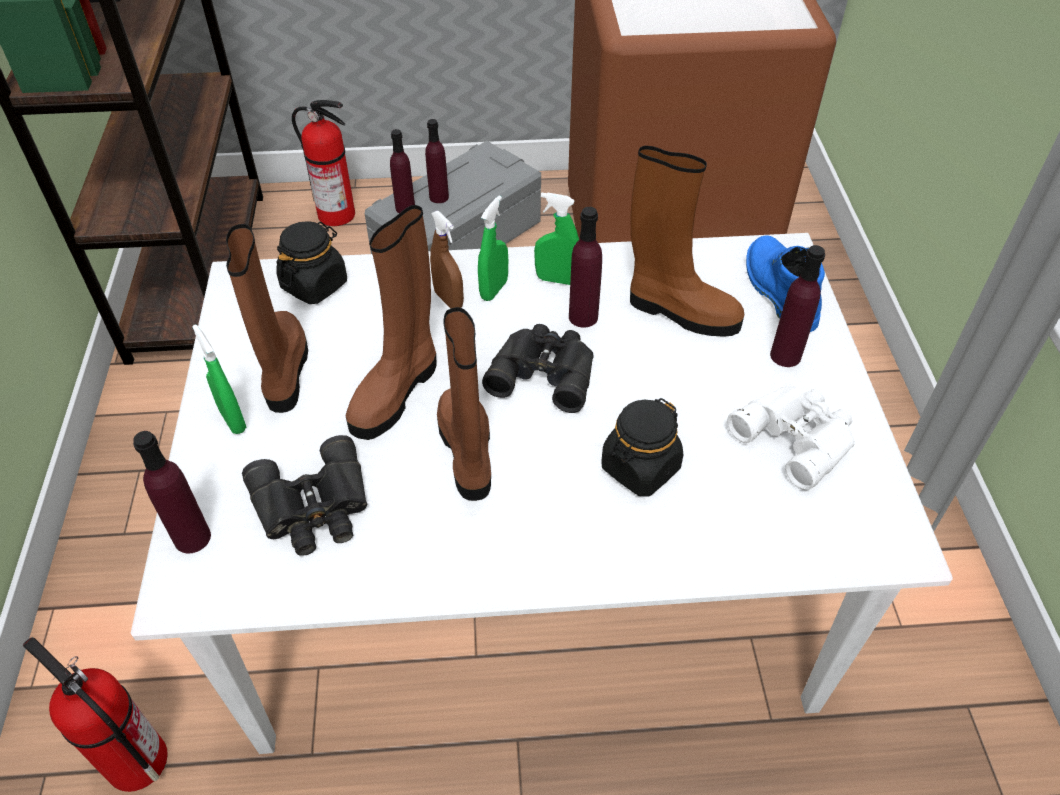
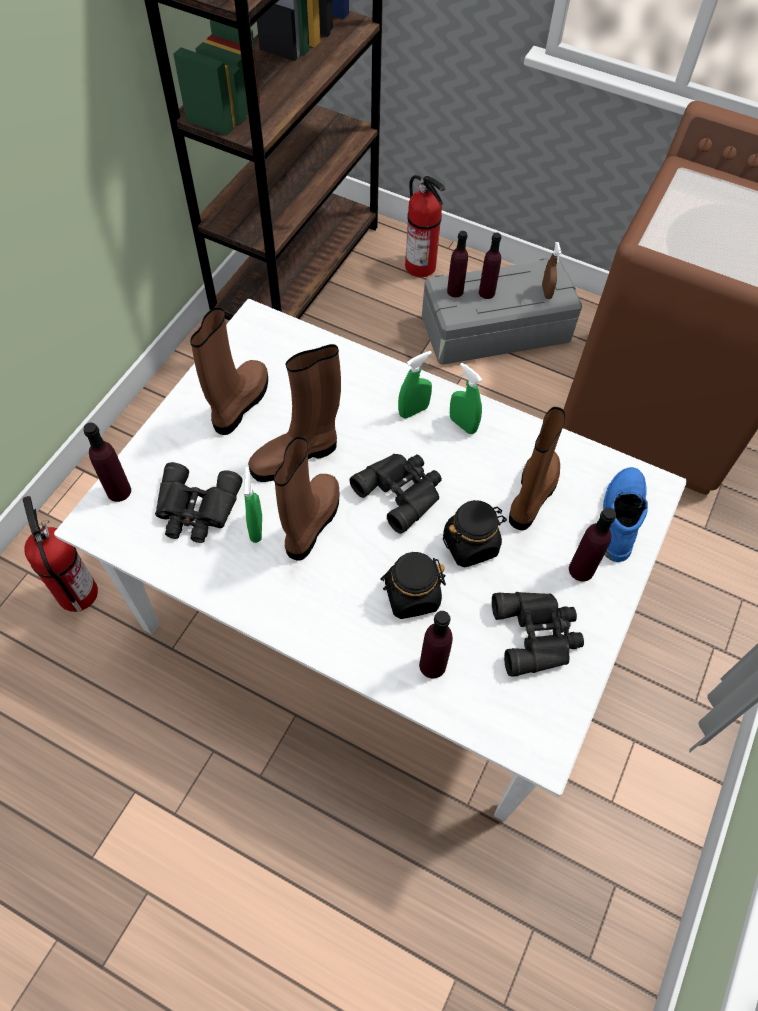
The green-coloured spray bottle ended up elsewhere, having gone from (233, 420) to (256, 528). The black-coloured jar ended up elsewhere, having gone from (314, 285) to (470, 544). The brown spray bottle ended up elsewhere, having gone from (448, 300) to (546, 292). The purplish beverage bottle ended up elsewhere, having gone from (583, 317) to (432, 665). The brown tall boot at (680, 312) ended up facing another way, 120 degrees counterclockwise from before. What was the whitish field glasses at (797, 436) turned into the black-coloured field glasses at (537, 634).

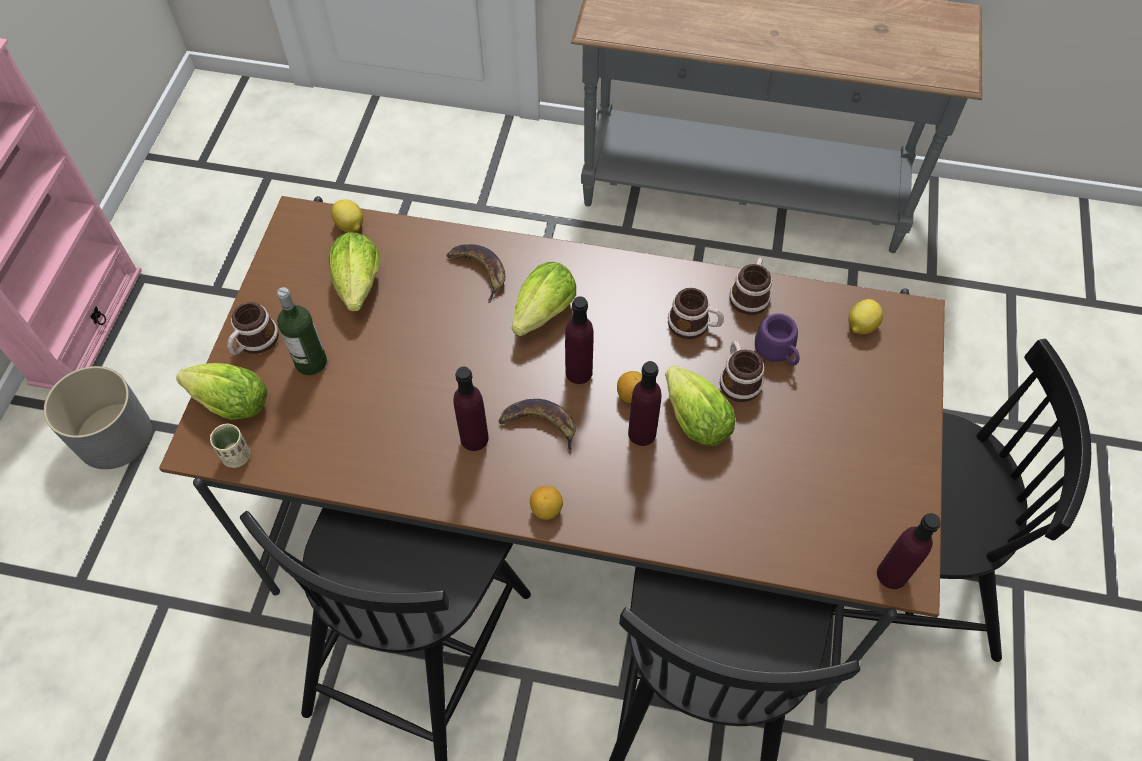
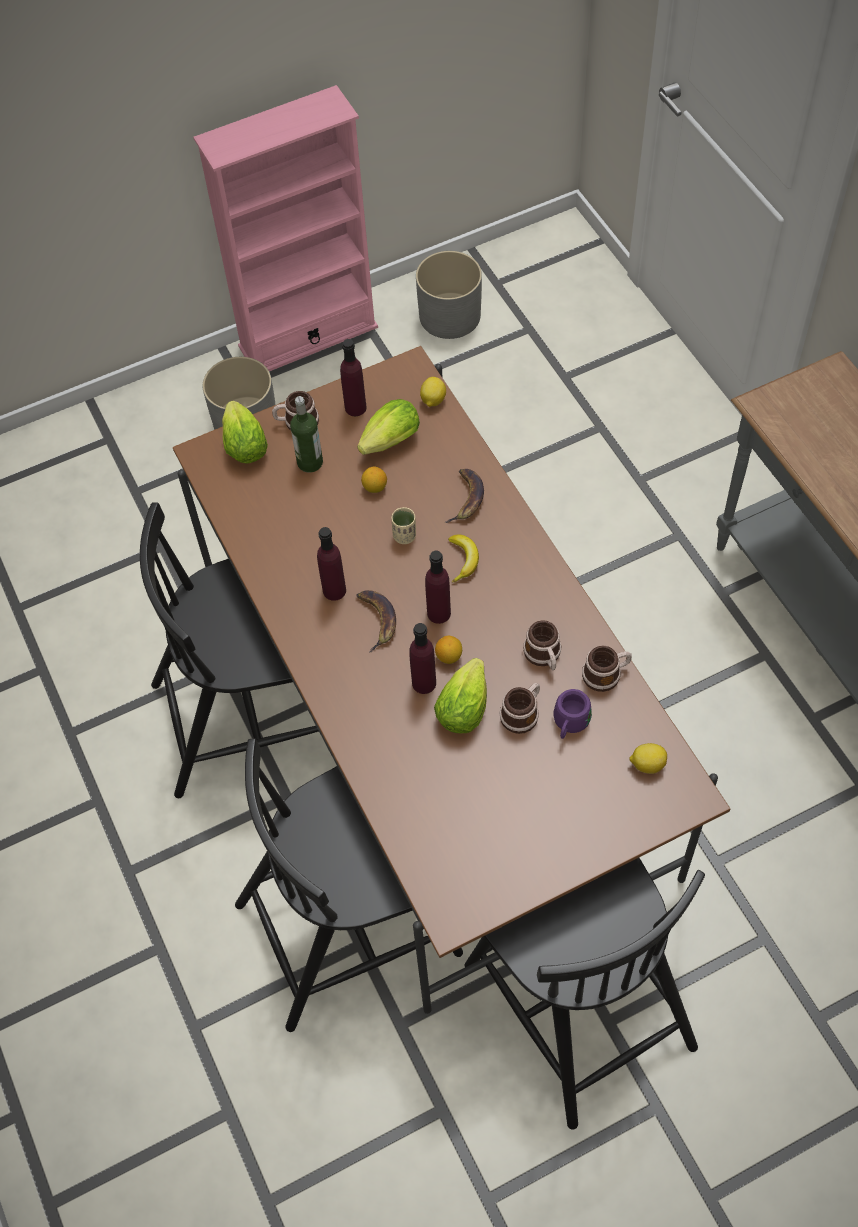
The beige cup ended up elsewhere, having gone from (236, 456) to (404, 536). Where the lettuce stood at (541, 316), the banana came to stand at (463, 560). The lemon ended up elsewhere, having gone from (546, 509) to (375, 487). The purplish beverage bottle ended up elsewhere, having gone from (892, 574) to (355, 407). The second view gained the grey plant pot at (450, 315).

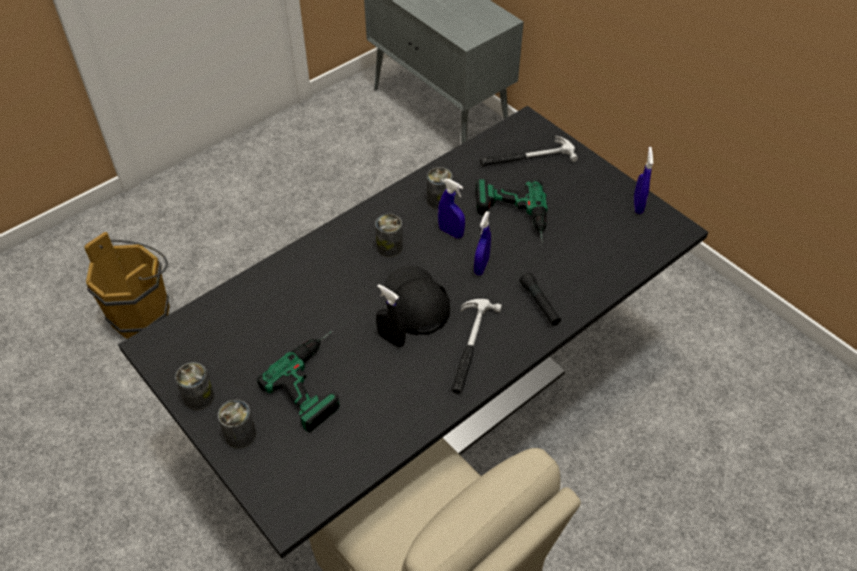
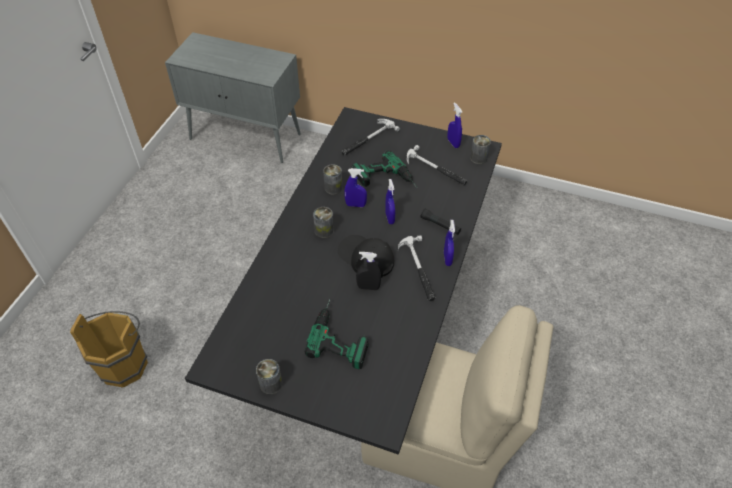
The metal can ended up elsewhere, having gone from (240, 434) to (478, 158). The second view gained the hand hammer at (435, 169). The second view gained the blue spray bottle at (447, 259).

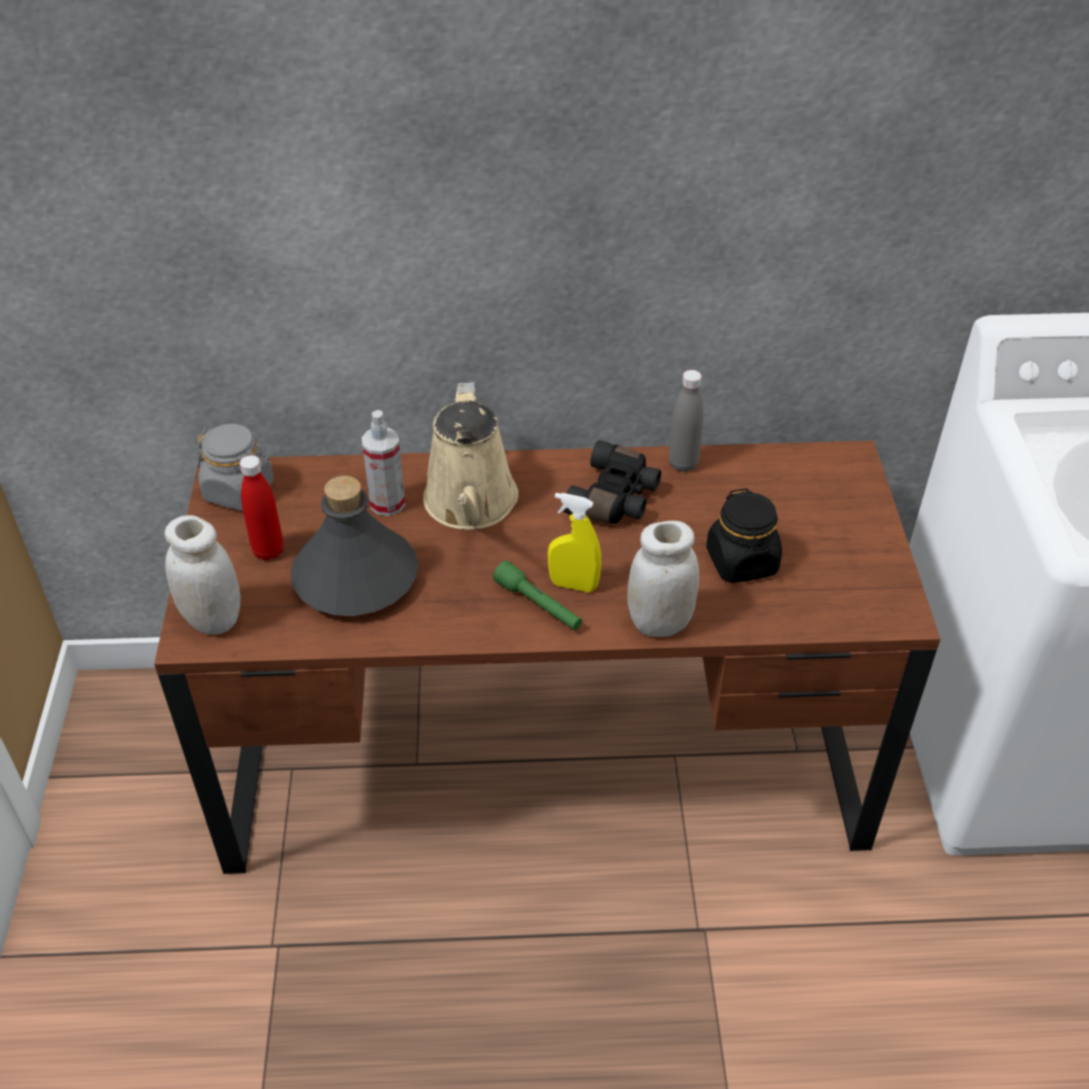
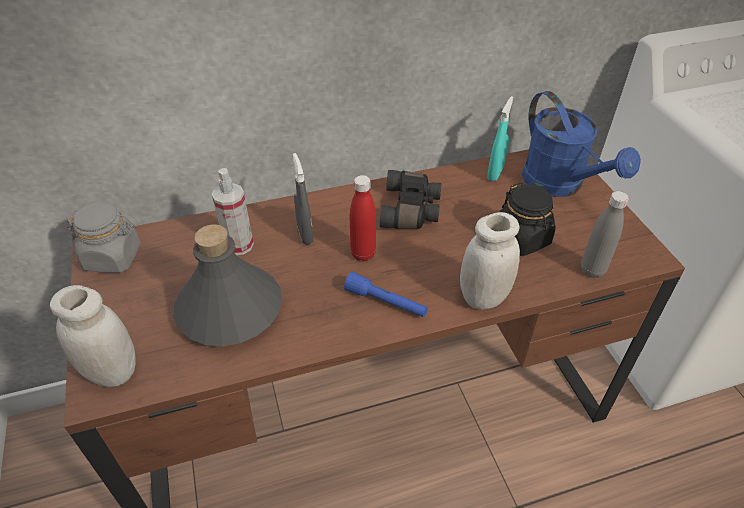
The red beverage bottle ended up elsewhere, having gone from (268, 551) to (363, 254). Where the beige watering can stood at (471, 505), the grey spray bottle came to stand at (305, 234). What was the green-coloured flashlight at (538, 605) turned into the blue flashlight at (386, 302). The second view lost the yellowish spray bottle at (573, 585). The grey beverage bottle ended up elsewhere, having gone from (683, 464) to (592, 270). The second view gained the turquoise-coloured spray bottle at (495, 173). The second view gained the blue watering can at (560, 185).

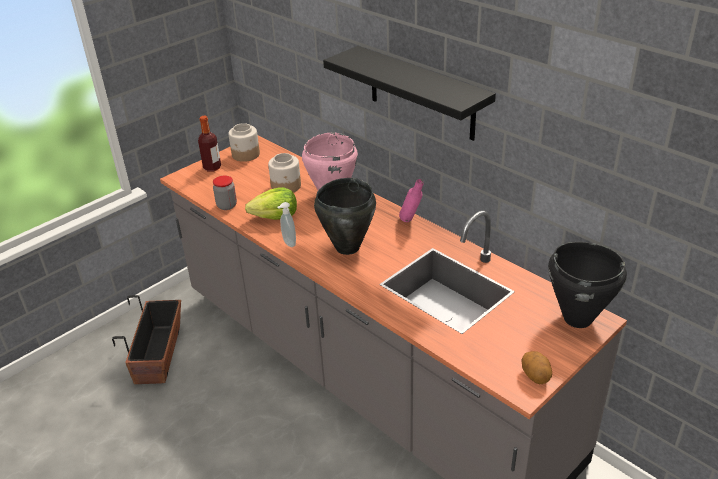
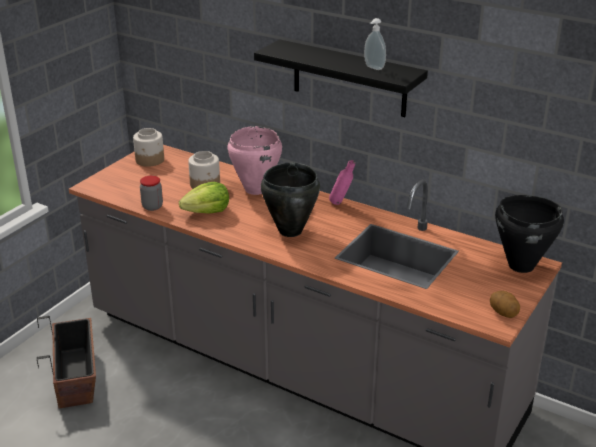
The second view lost the beverage bottle at (212, 168). The liquid soap bottle ended up elsewhere, having gone from (288, 243) to (373, 68).

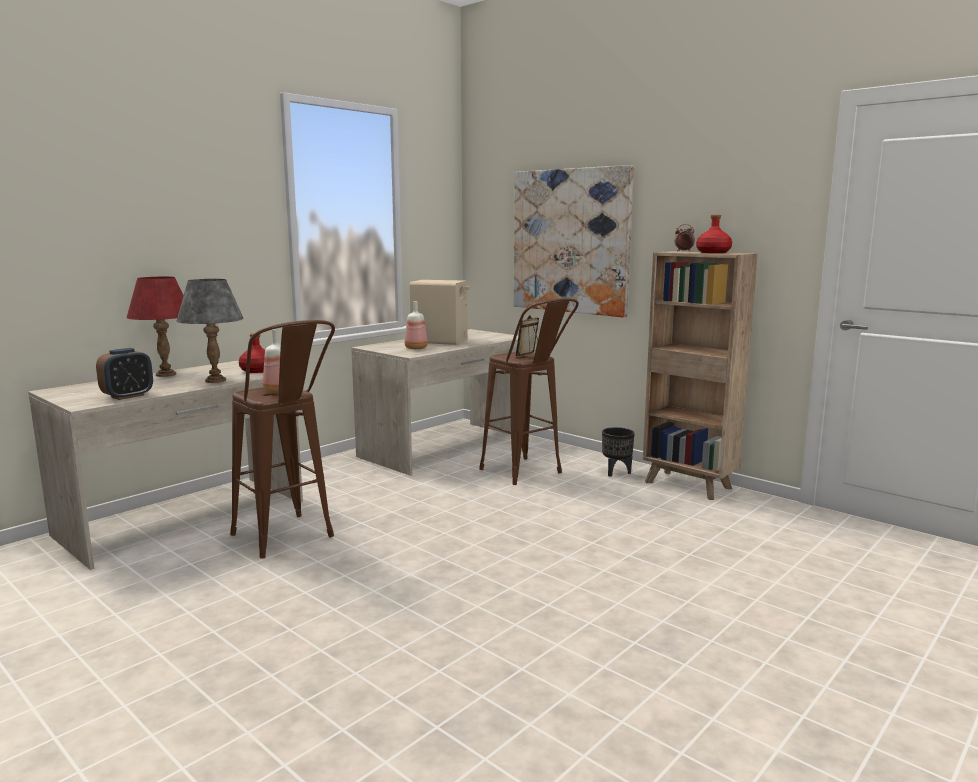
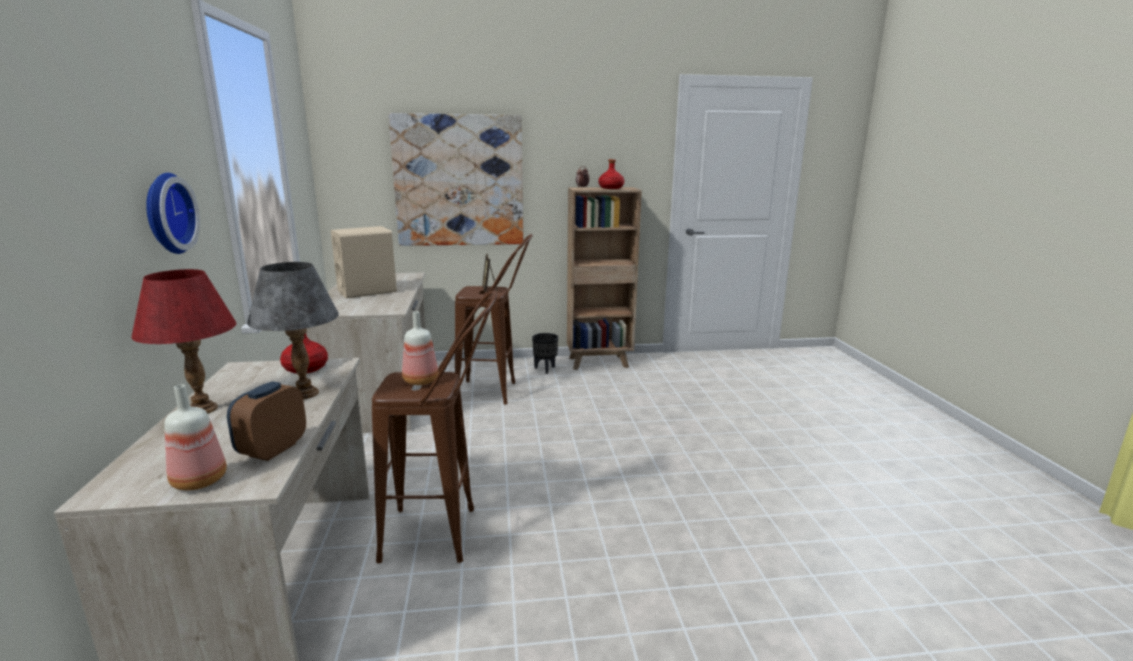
The alarm clock at (128, 396) ended up facing another way, 150 degrees counterclockwise from before. The beverage bottle ended up elsewhere, having gone from (416, 348) to (201, 481). The second view gained the clock on the wall at (165, 213).

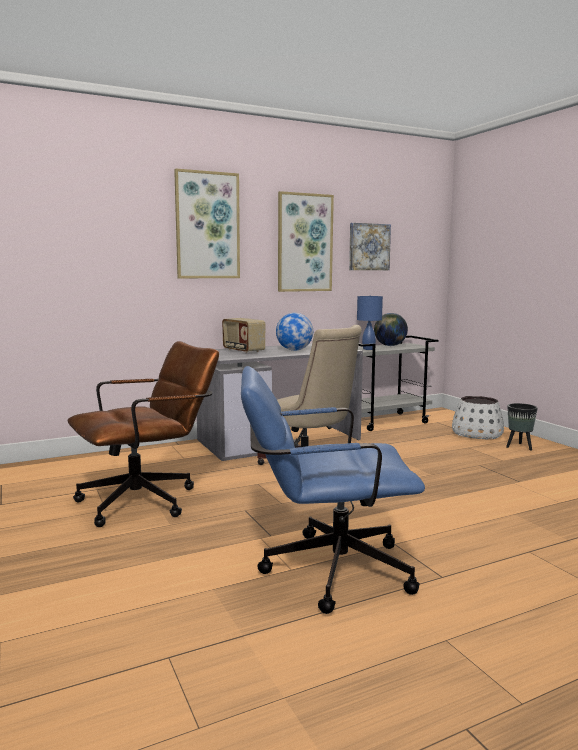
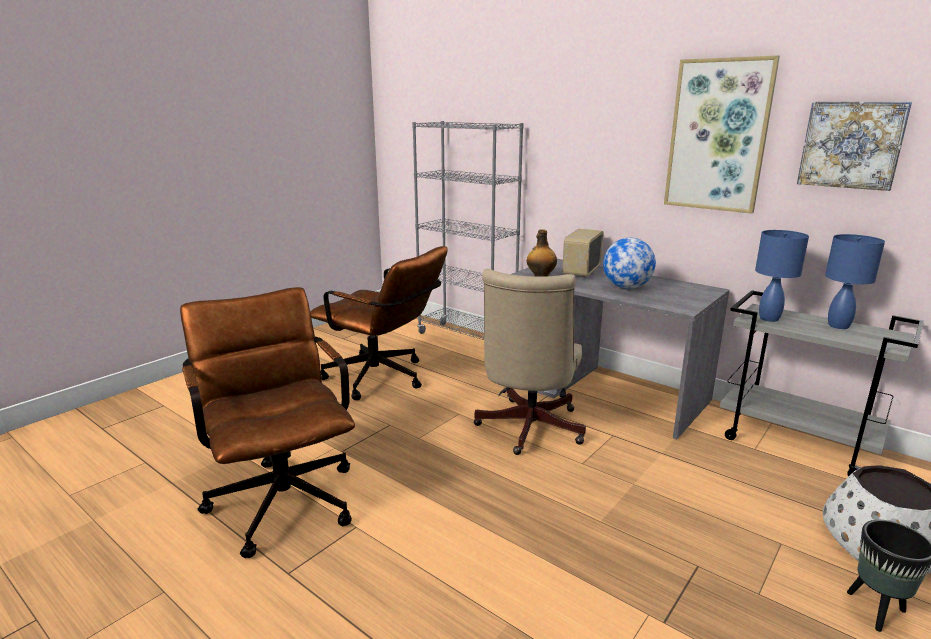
The second view lost the wall art at (207, 225). What was the blue computer chair at (324, 570) turned into the brown computer chair at (281, 495). Where the desk globe stood at (390, 346), the blue tabletop lamp came to stand at (837, 325). The second view gained the grey bookshelf at (466, 339). The second view gained the beverage bottle at (540, 276).

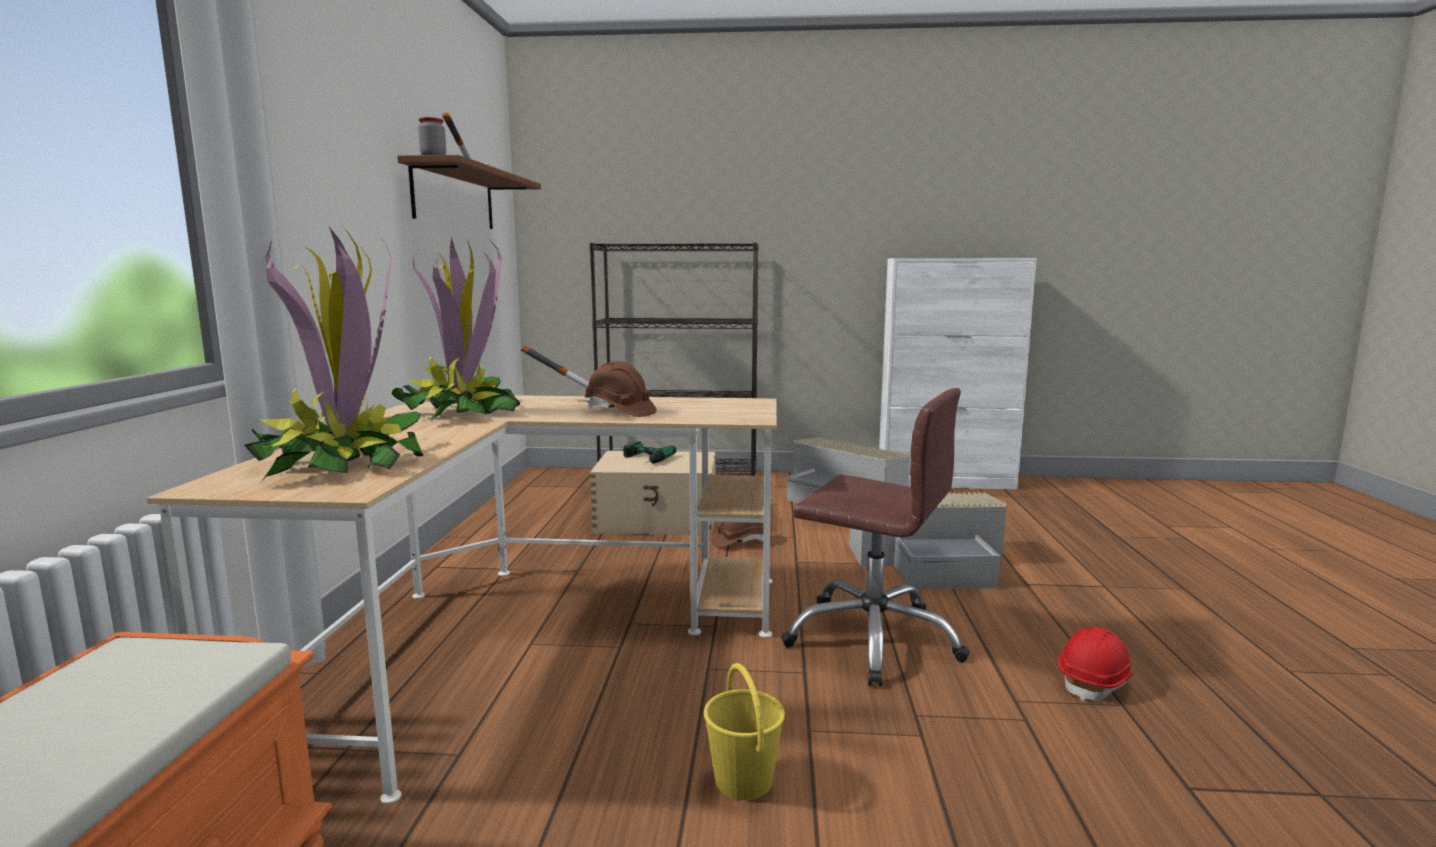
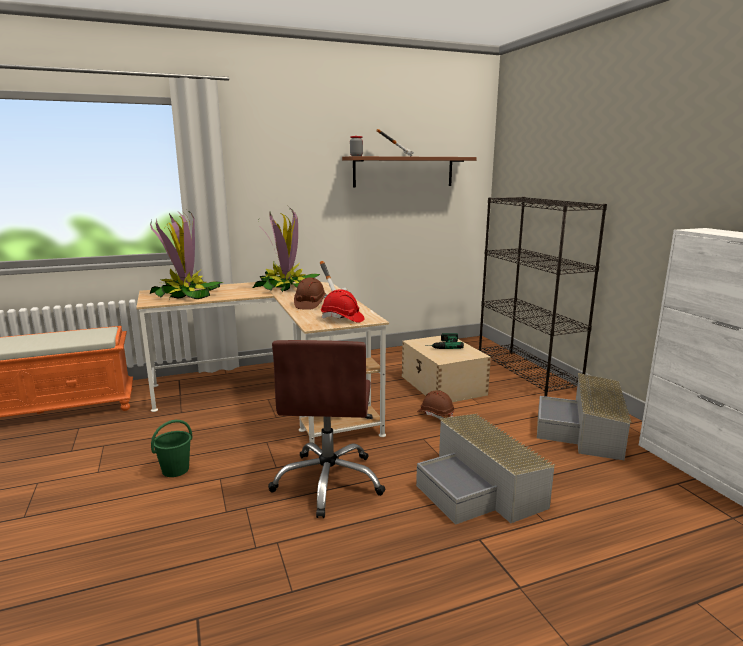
What was the yellowish bucket at (743, 780) turned into the green-coloured bucket at (176, 470). The red hard hat ended up elsewhere, having gone from (1095, 682) to (342, 319).

